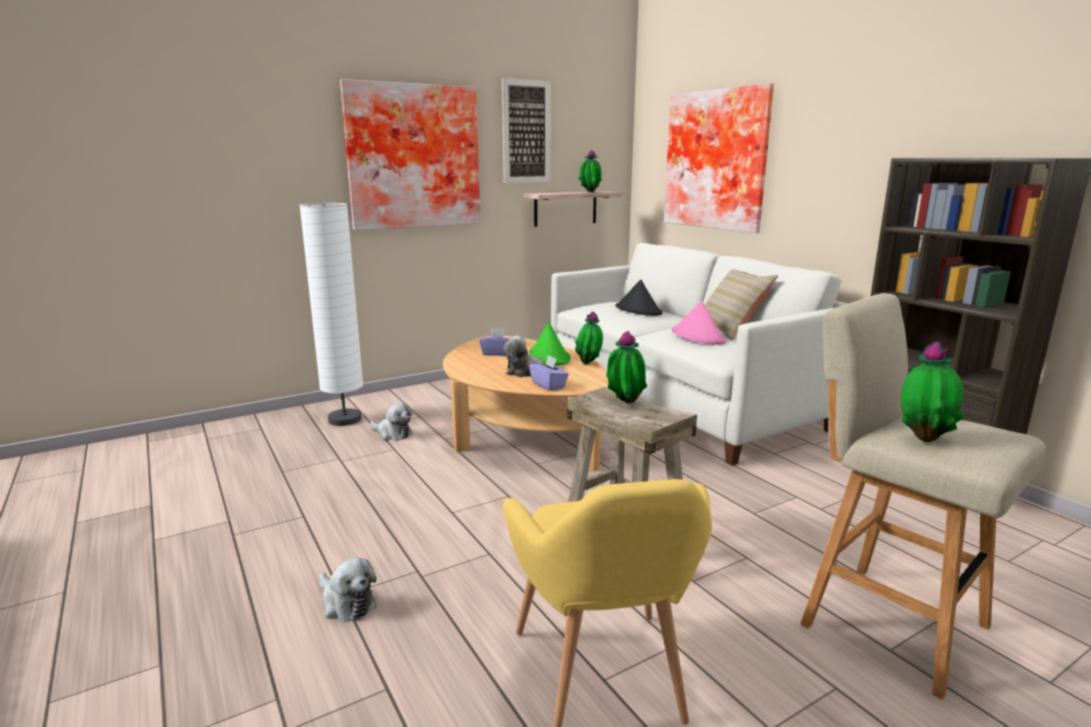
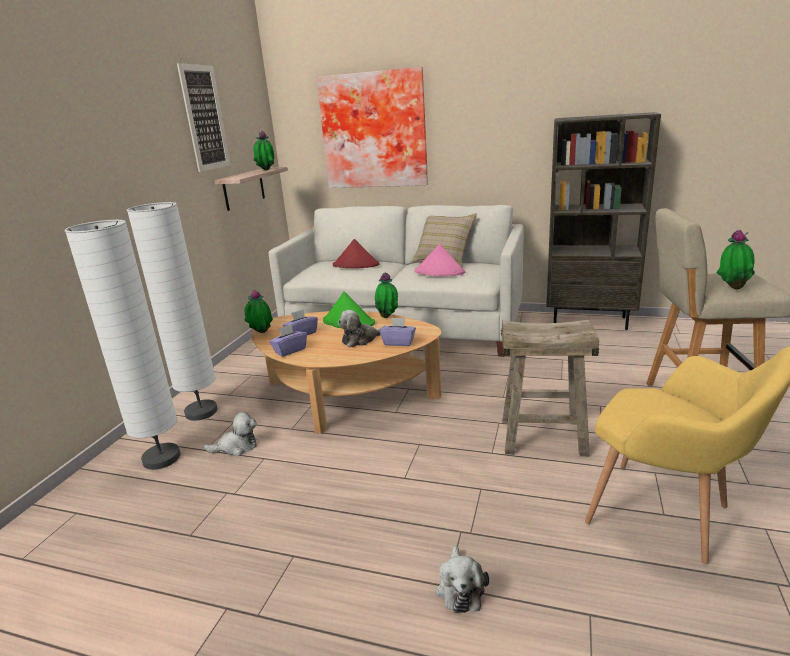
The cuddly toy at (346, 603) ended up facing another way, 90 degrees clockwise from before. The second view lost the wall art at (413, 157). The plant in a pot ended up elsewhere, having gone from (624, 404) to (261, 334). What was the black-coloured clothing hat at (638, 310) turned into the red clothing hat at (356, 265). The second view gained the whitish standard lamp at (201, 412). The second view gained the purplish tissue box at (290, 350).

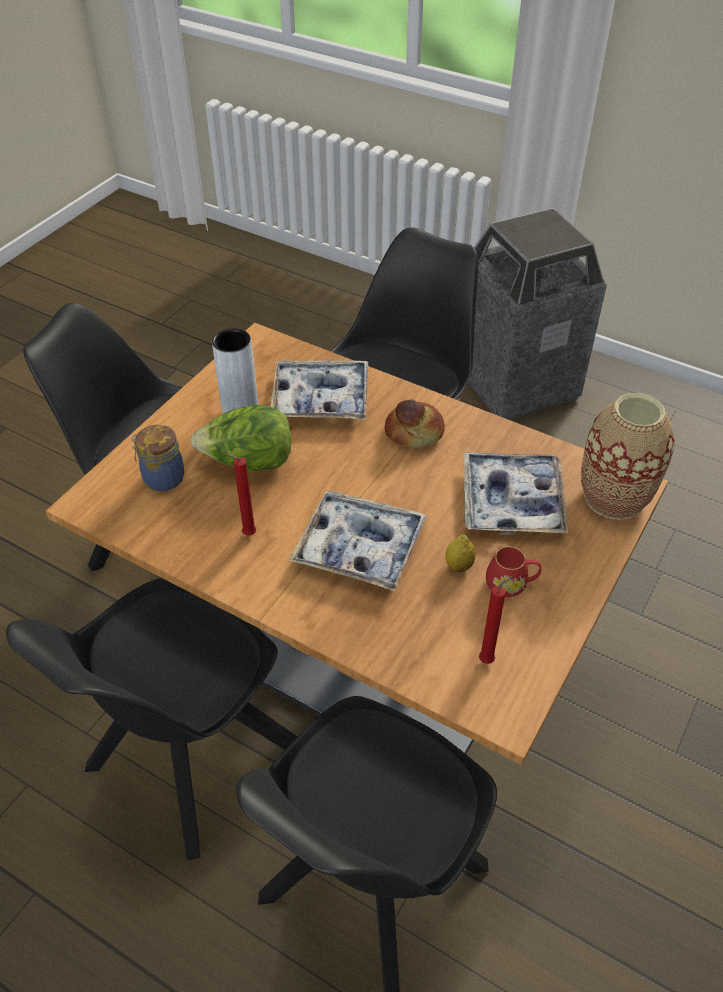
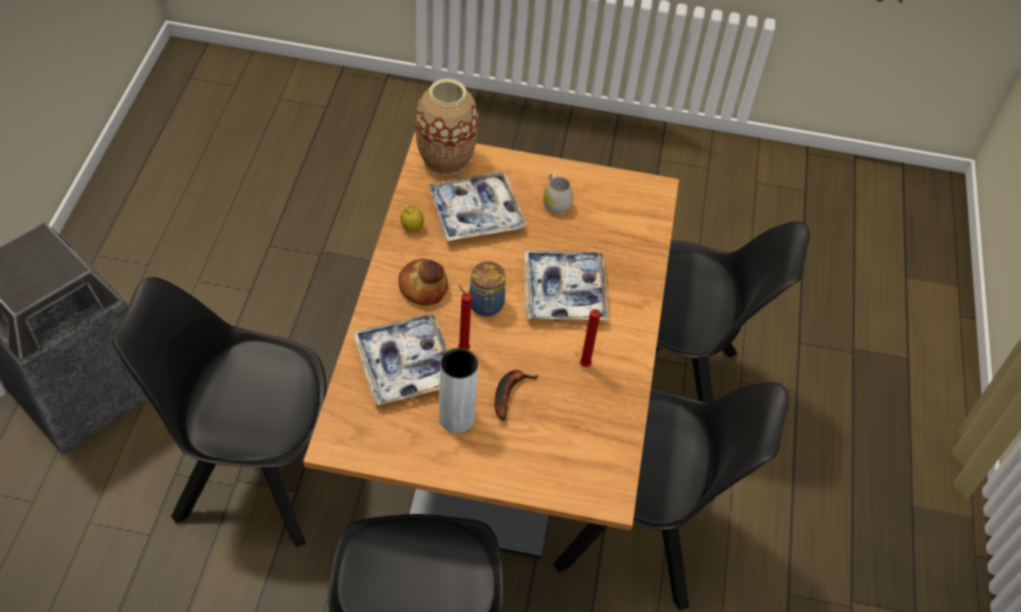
The jar ended up elsewhere, having gone from (162, 478) to (486, 306). Where the lettuce stood at (248, 462), the banana came to stand at (509, 393). The lemon ended up elsewhere, having gone from (459, 566) to (412, 227). The red candle ended up elsewhere, having gone from (488, 659) to (462, 348). What was the red coffee mug at (511, 584) turned into the whitish coffee mug at (555, 202).

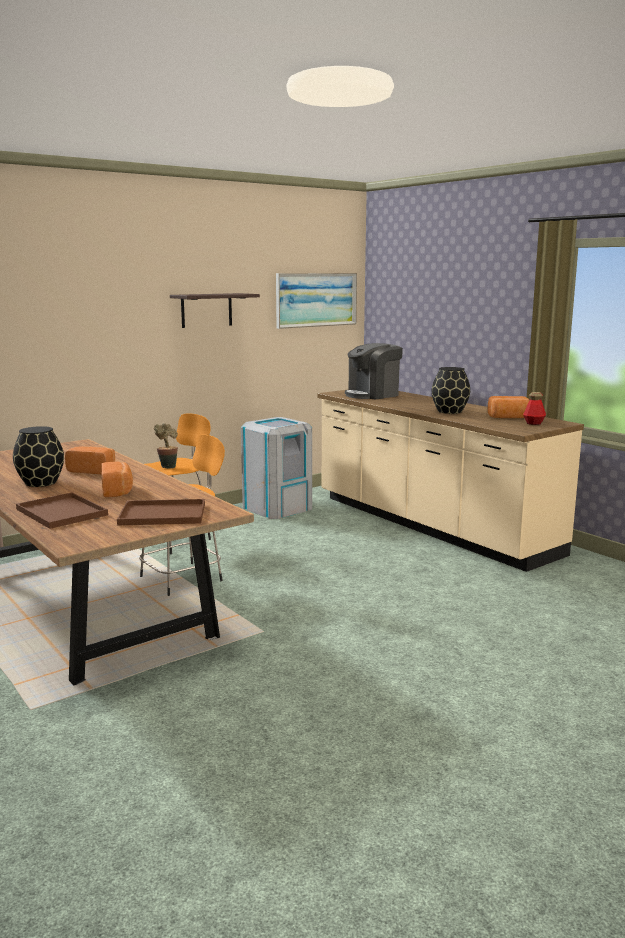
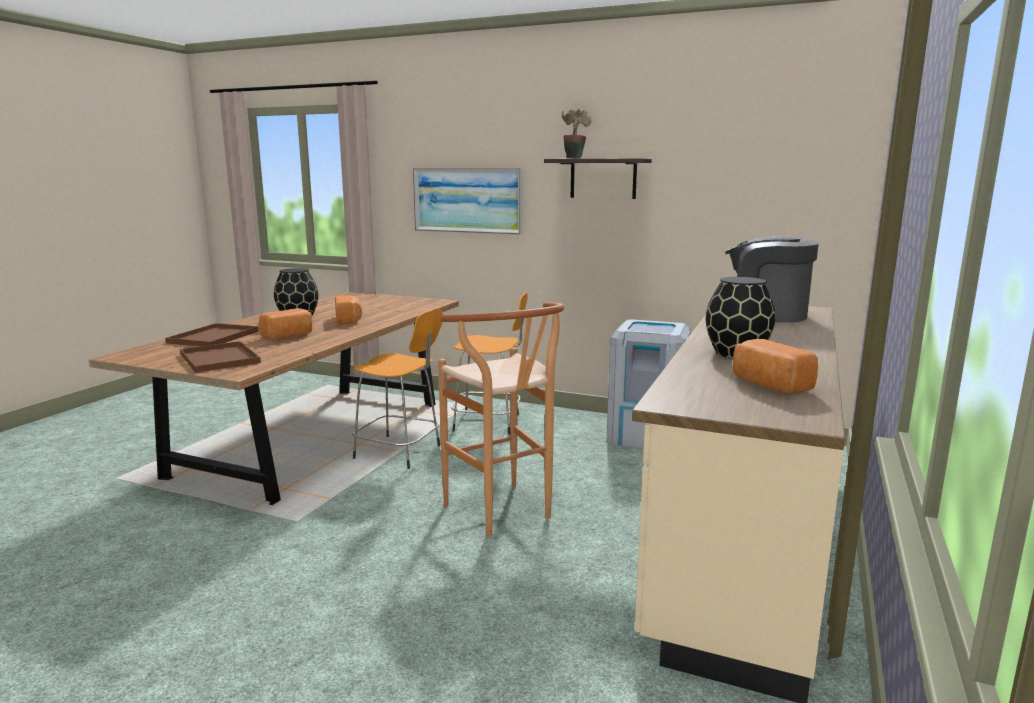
The plant in a pot ended up elsewhere, having gone from (167, 466) to (574, 158). The wall art ended up elsewhere, having gone from (316, 299) to (467, 200). The second view lost the beverage bottle at (533, 423). The second view gained the brown sitting stool at (504, 515).

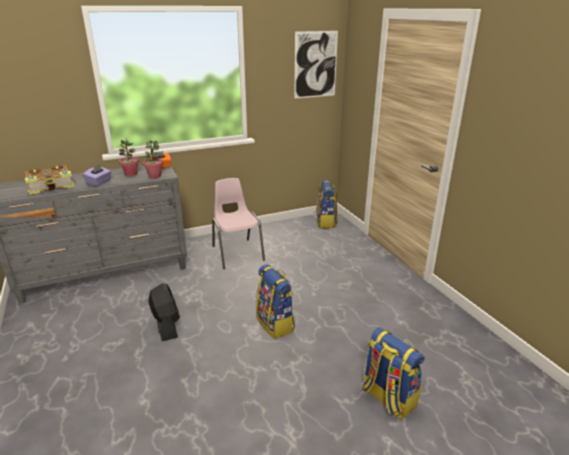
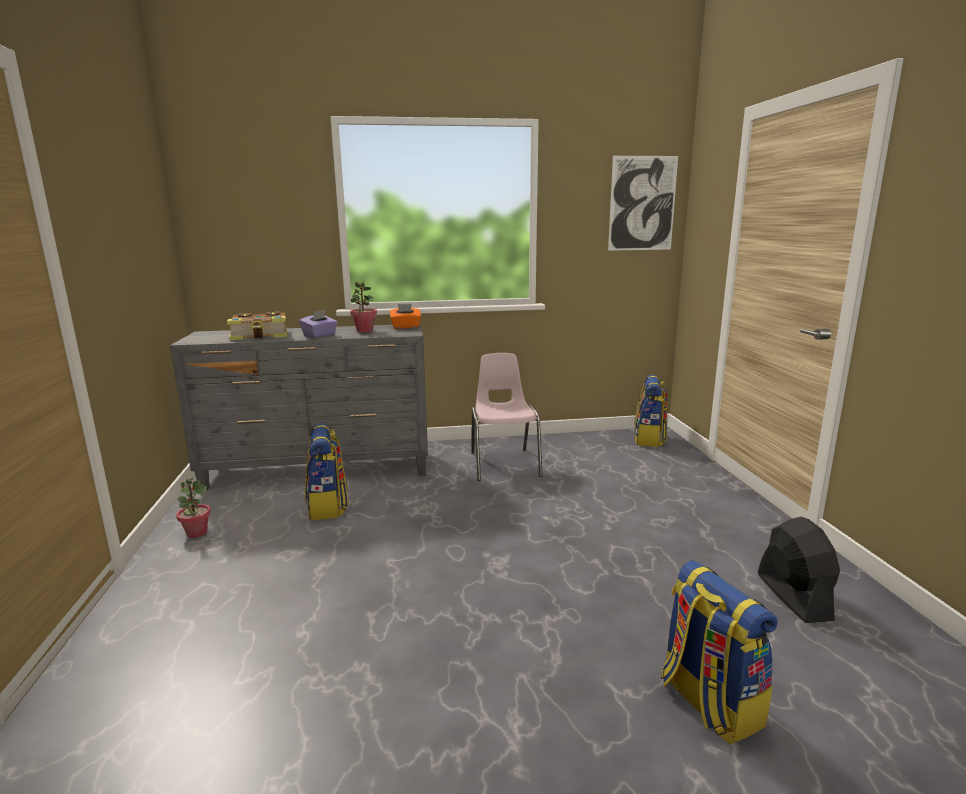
The plant in a pot ended up elsewhere, having gone from (154, 176) to (197, 533). The black-coloured electric fan ended up elsewhere, having gone from (167, 325) to (793, 596). The backpack ended up elsewhere, having gone from (275, 324) to (328, 507).

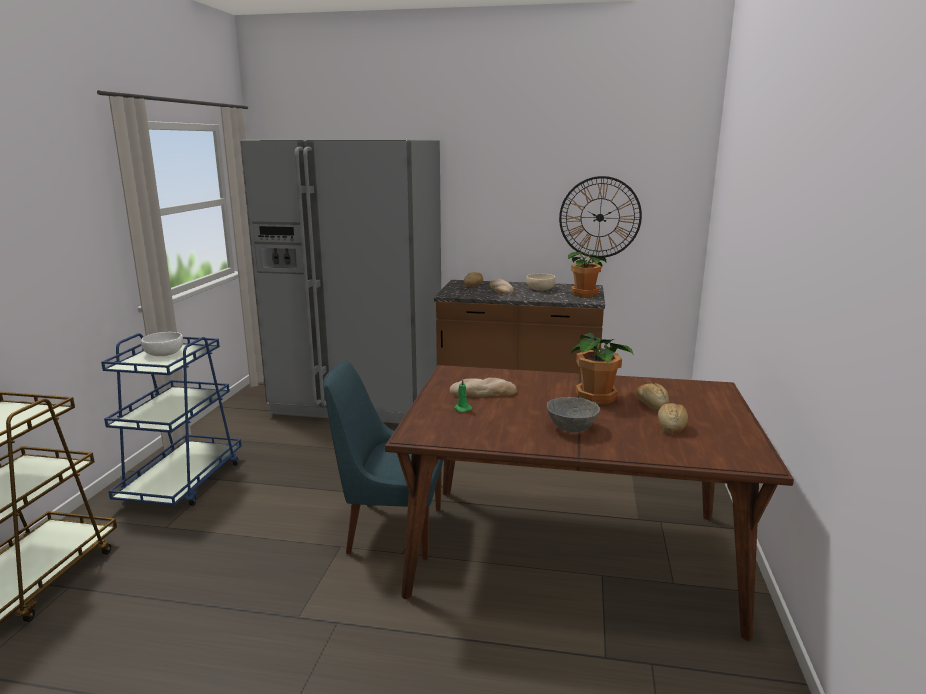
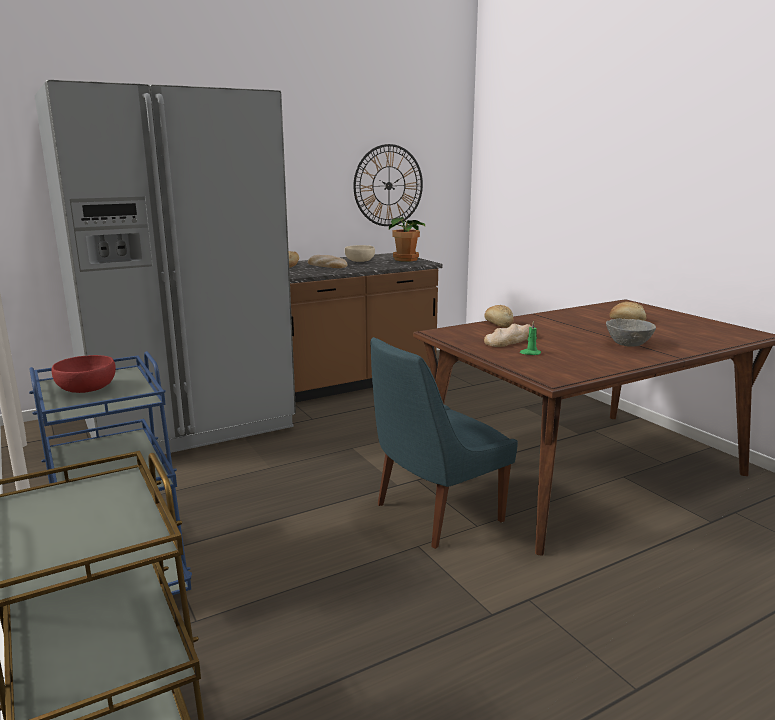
What was the whitish serving bowl at (164, 353) turned into the red serving bowl at (86, 388). The second view lost the plant in a pot at (597, 397). The bakery bread ended up elsewhere, having gone from (671, 427) to (498, 324).

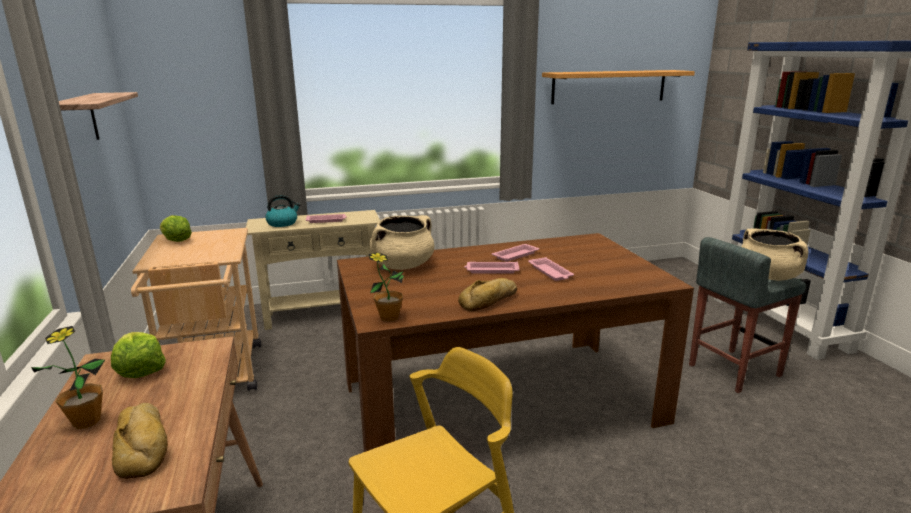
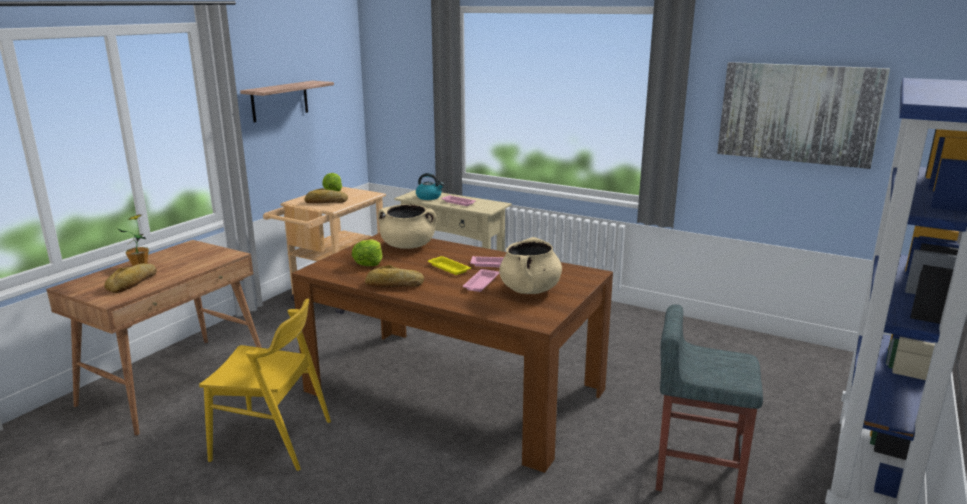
The lettuce ended up elsewhere, having gone from (139, 370) to (369, 262). The second view lost the plant in a pot at (389, 317). What was the pink-coloured serving tray at (491, 270) turned into the yellowish serving tray at (448, 268). Where the bracket shelf hung at (609, 86), the wall art came to hang at (798, 113). The beige stockpot ended up elsewhere, having gone from (768, 276) to (530, 290). The second view gained the bakery bread at (326, 202).

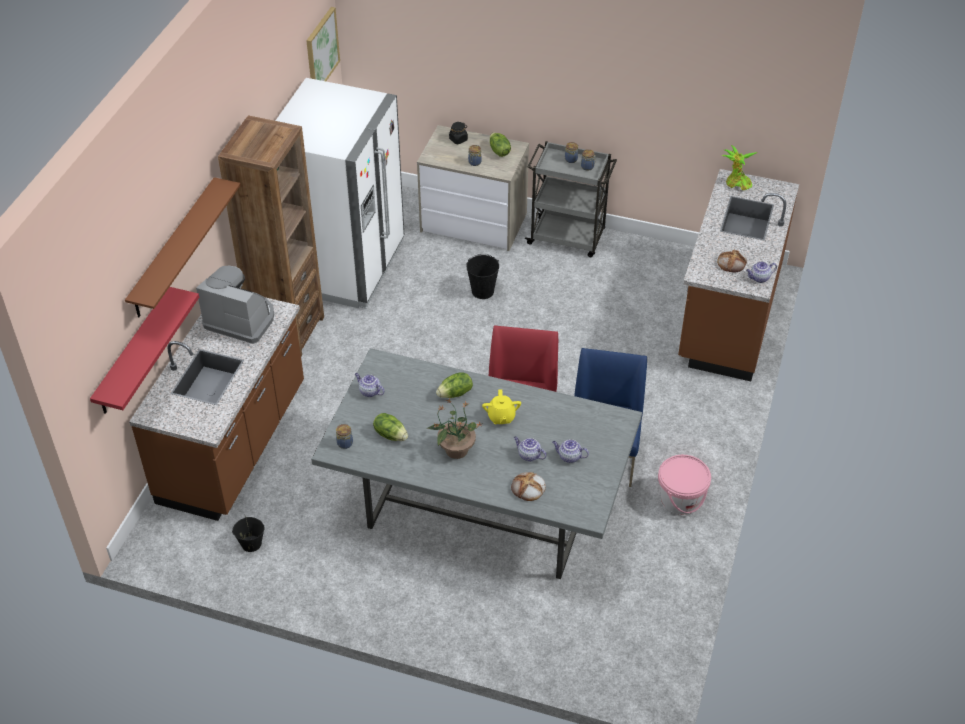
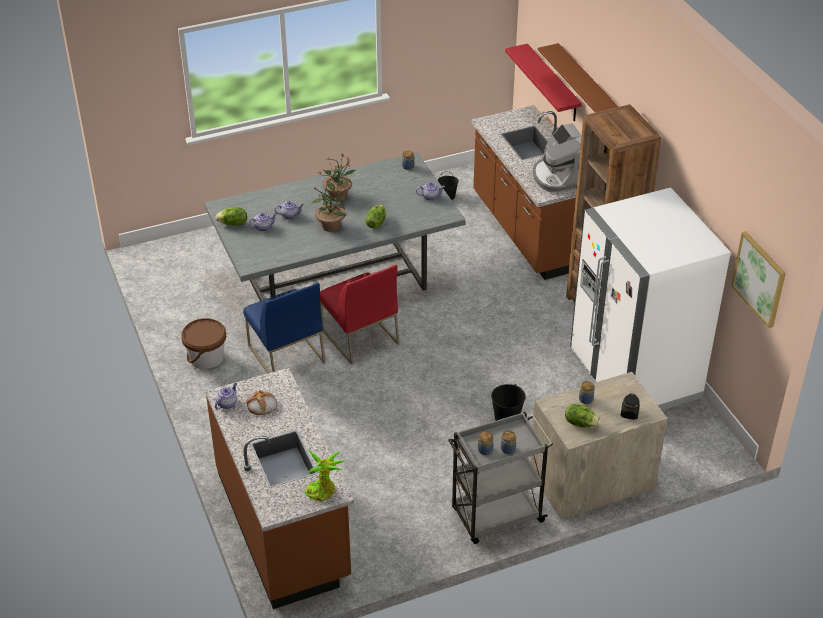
The coffee brewer at (241, 319) ended up facing another way, 90 degrees clockwise from before. The lettuce ended up elsewhere, having gone from (391, 434) to (233, 224). Where the yellowish teapot stood at (501, 417), the plant in a pot came to stand at (330, 225). The second view lost the bakery bread at (528, 488). What was the pink-coloured bucket at (680, 499) turned into the brown bucket at (206, 357).

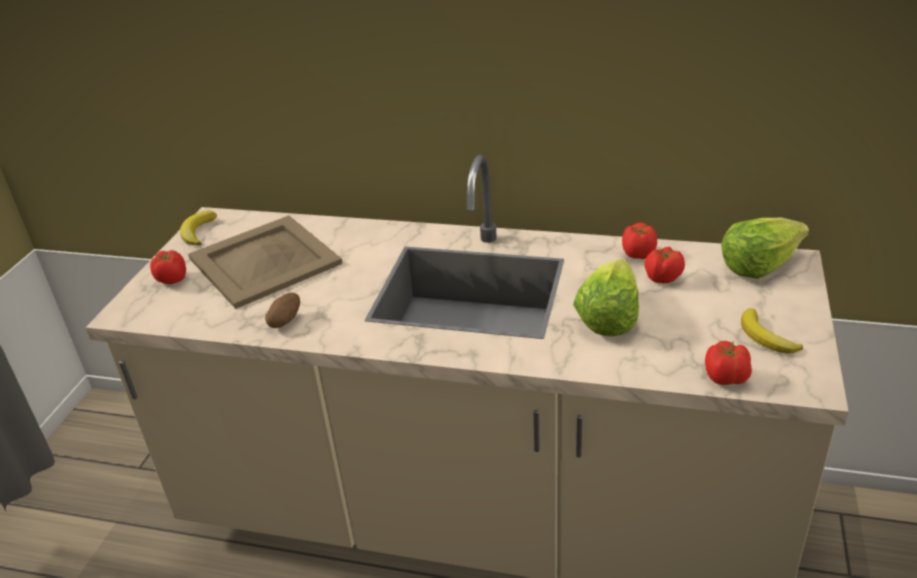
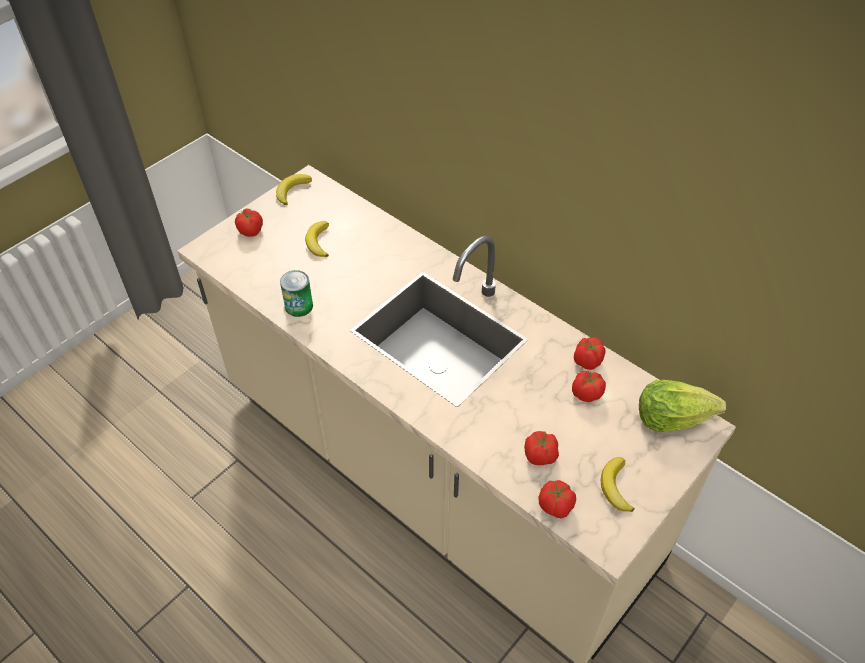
Where the beige serving tray stood at (264, 262), the banana came to stand at (318, 242). Where the potato stood at (285, 321), the metal can came to stand at (299, 306). The second view lost the lettuce at (608, 317). The second view gained the whole tomato at (540, 456).

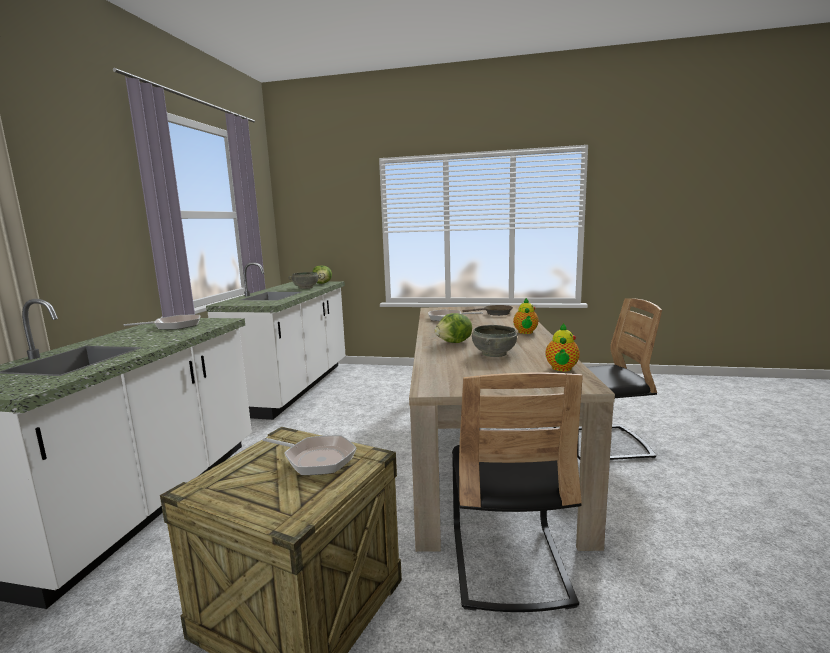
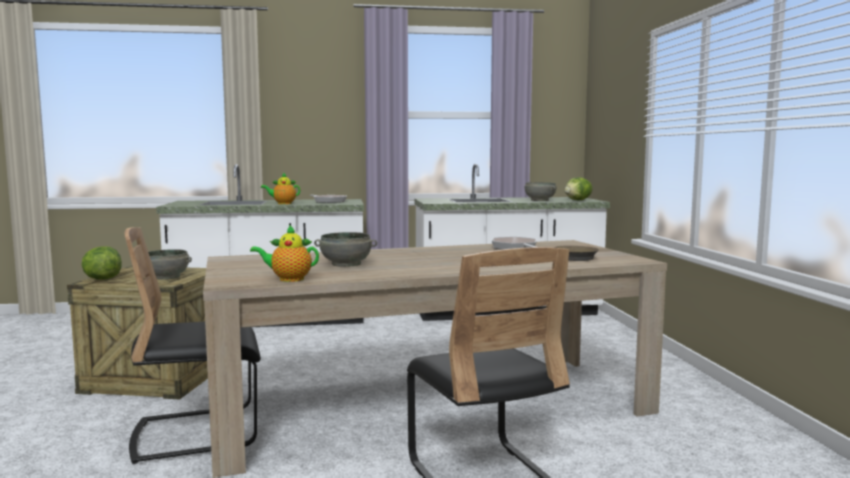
Where the frying pan stood at (316, 459), the grey serving bowl came to stand at (167, 277). The lettuce ended up elsewhere, having gone from (454, 343) to (102, 279). The teapot ended up elsewhere, having gone from (525, 332) to (282, 203).

